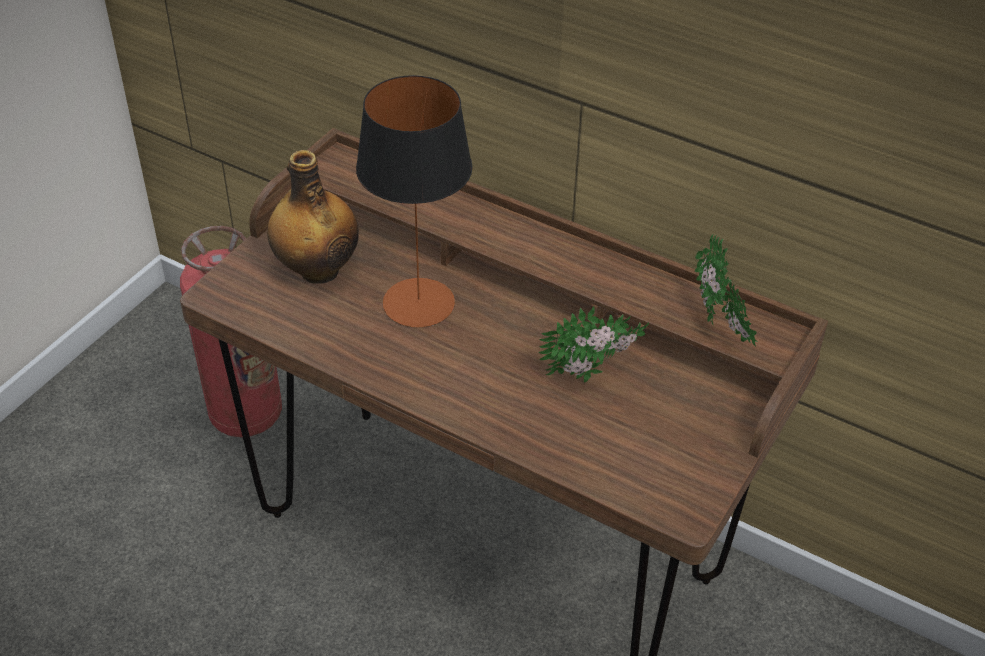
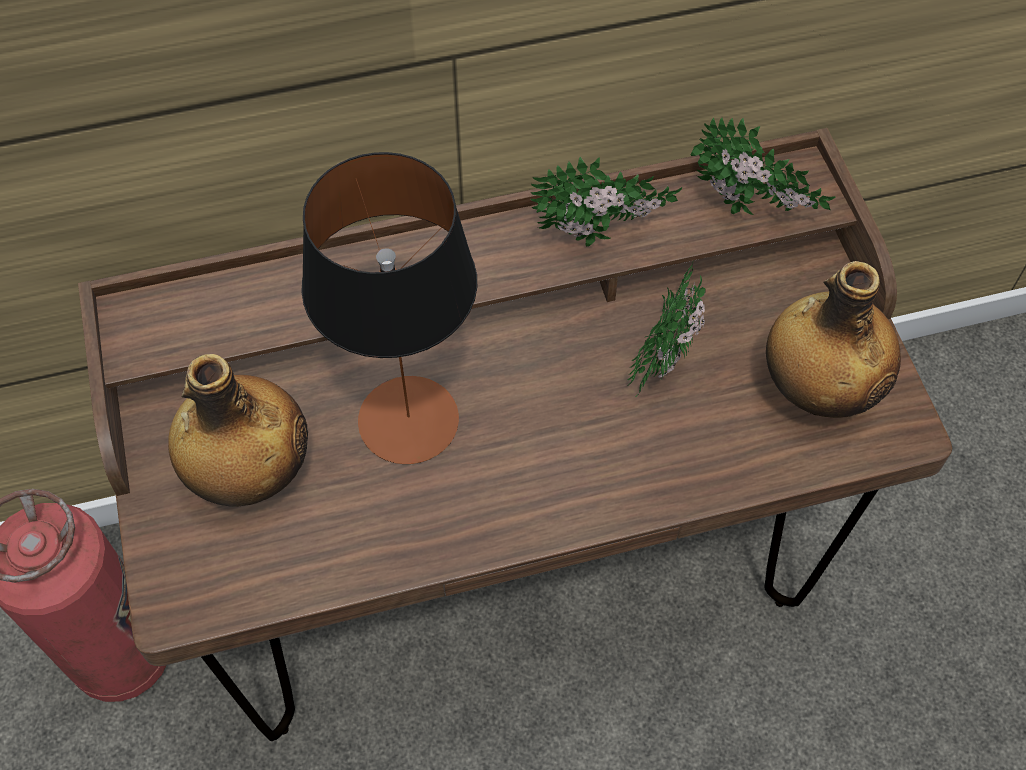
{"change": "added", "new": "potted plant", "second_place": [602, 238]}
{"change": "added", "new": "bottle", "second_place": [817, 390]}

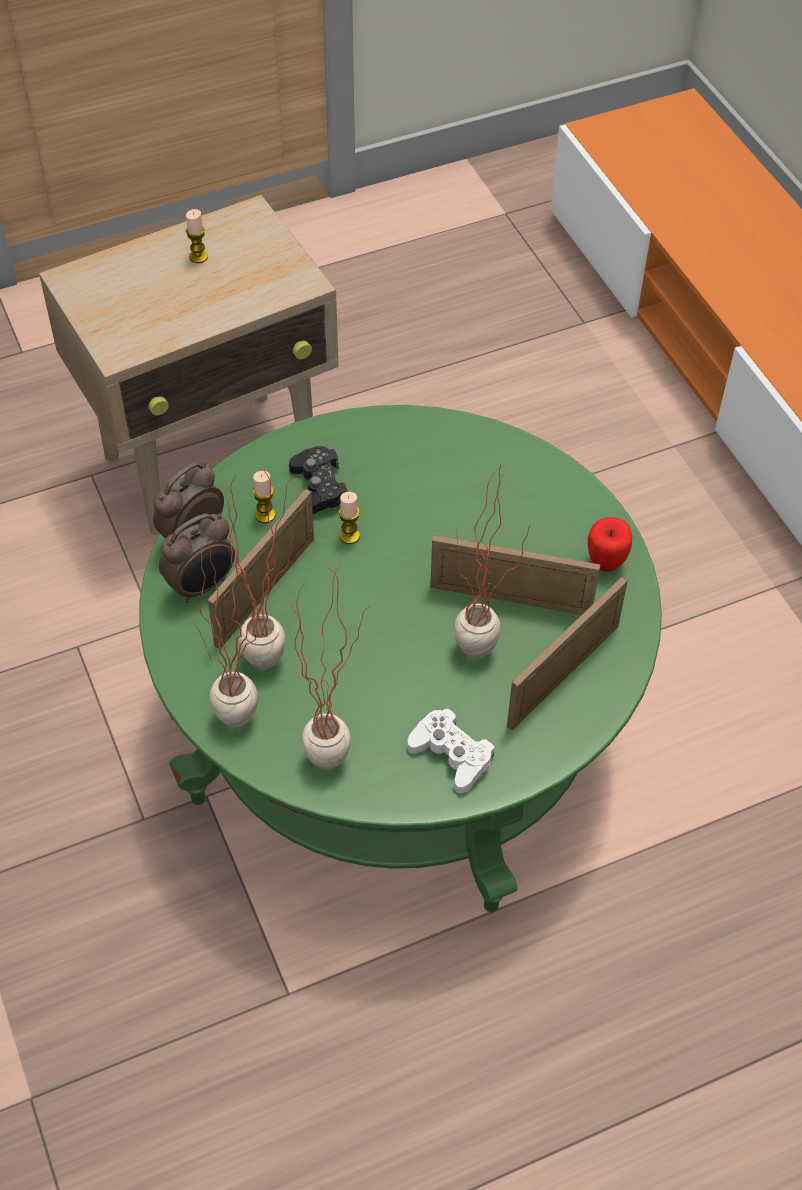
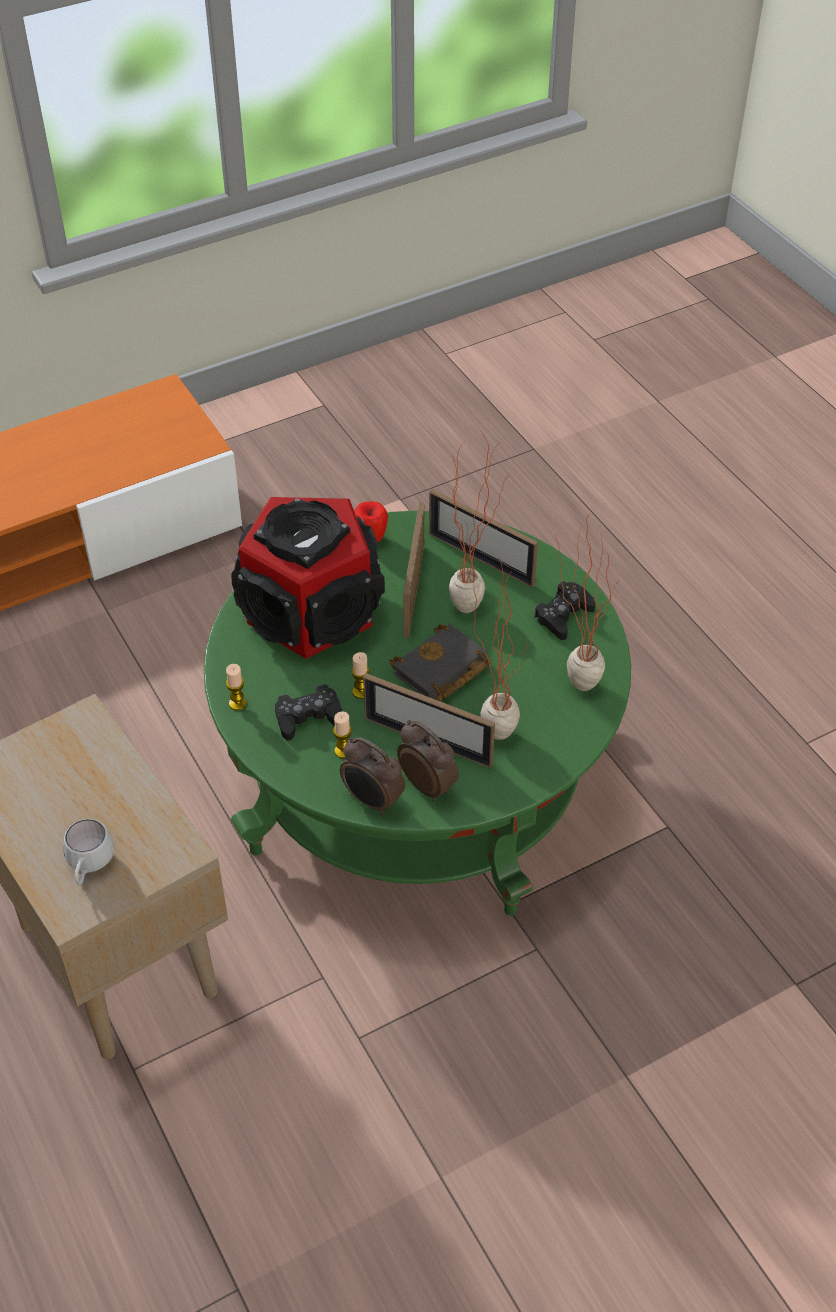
{"change": "removed", "old": "potted plant", "first_place": [251, 722]}
{"change": "added", "new": "mug/white", "second_place": [89, 867]}
{"change": "added", "new": "speaker", "second_place": [313, 612]}
{"change": "added", "new": "book/black", "second_place": [440, 671]}
{"change": "moved", "old": "candle", "first_place": [198, 257], "second_place": [237, 703]}
{"change": "recoloured", "old": "game controller/white", "new": "game controller/black", "first_place": [451, 755], "second_place": [563, 615]}

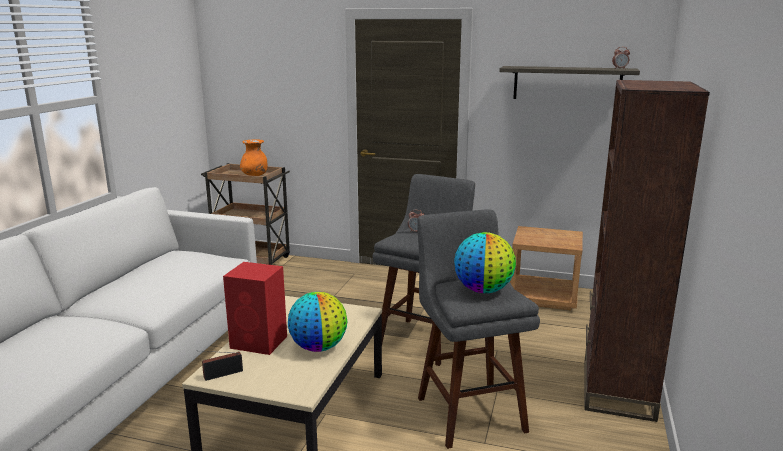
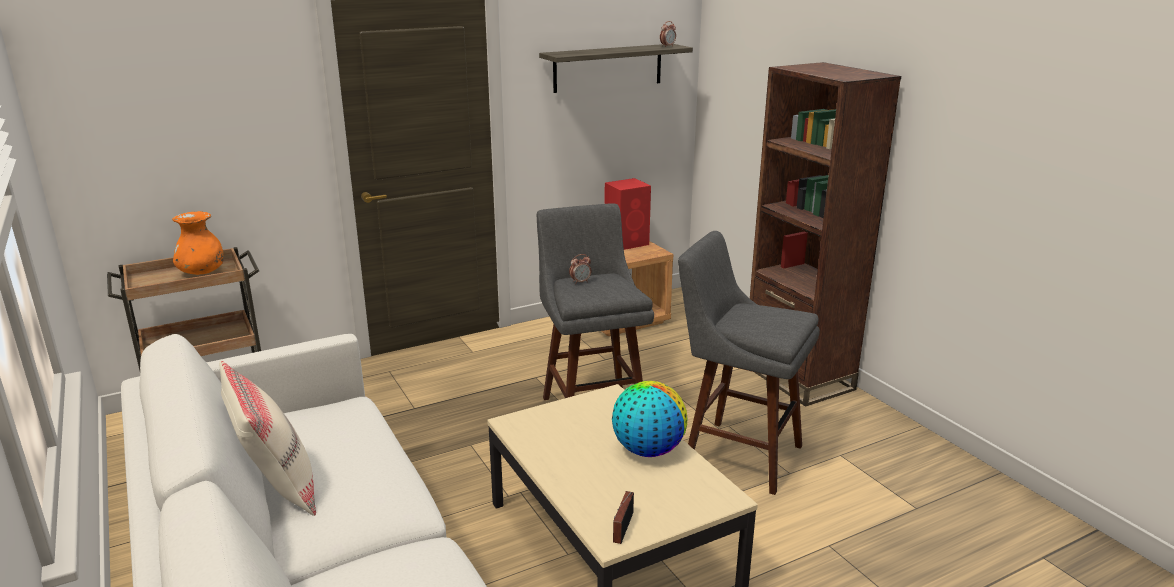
{"change": "removed", "old": "globe", "first_place": [483, 290]}
{"change": "added", "new": "pillow/beige", "second_place": [276, 487]}
{"change": "moved", "old": "speaker/red", "first_place": [260, 342], "second_place": [627, 243]}

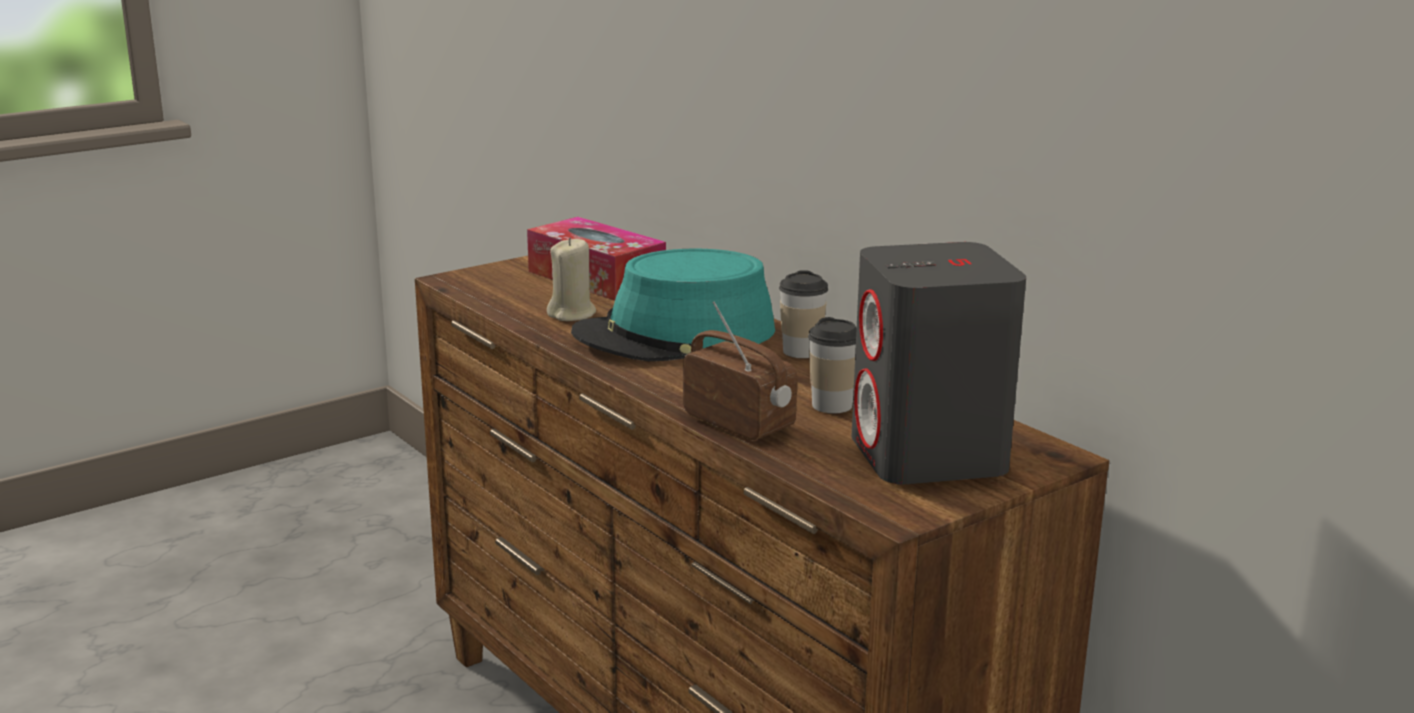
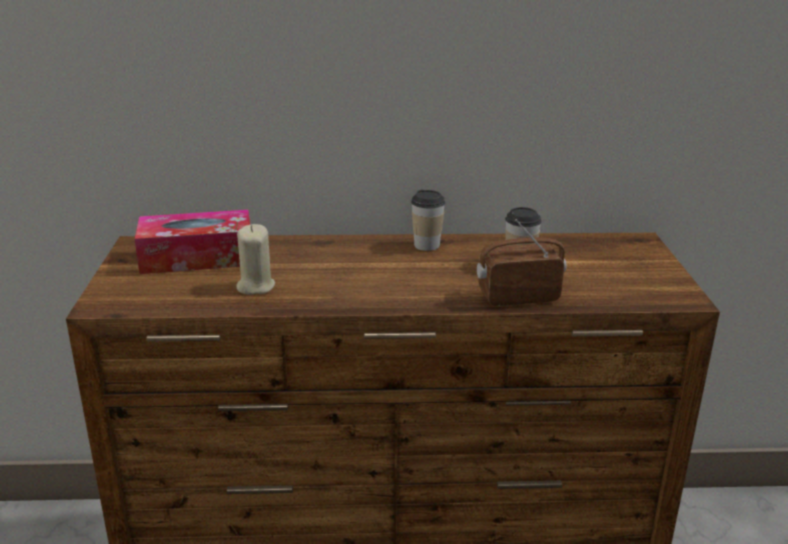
{"change": "removed", "old": "hat/turquoise", "first_place": [675, 335]}
{"change": "removed", "old": "speaker/grey", "first_place": [928, 456]}

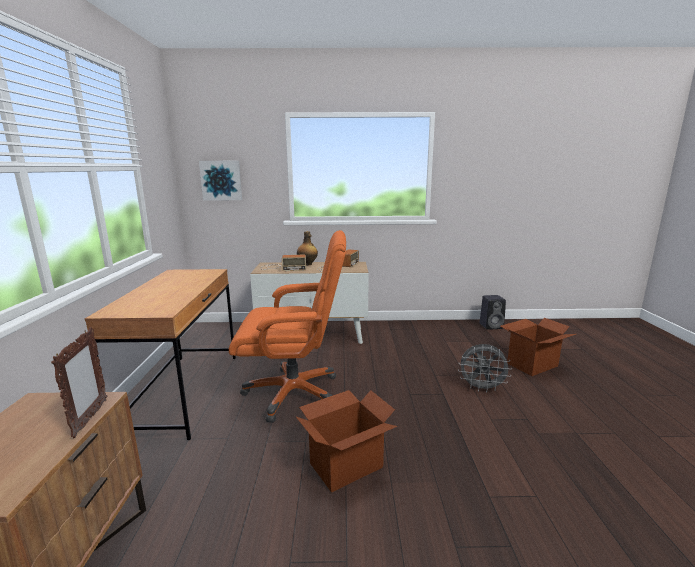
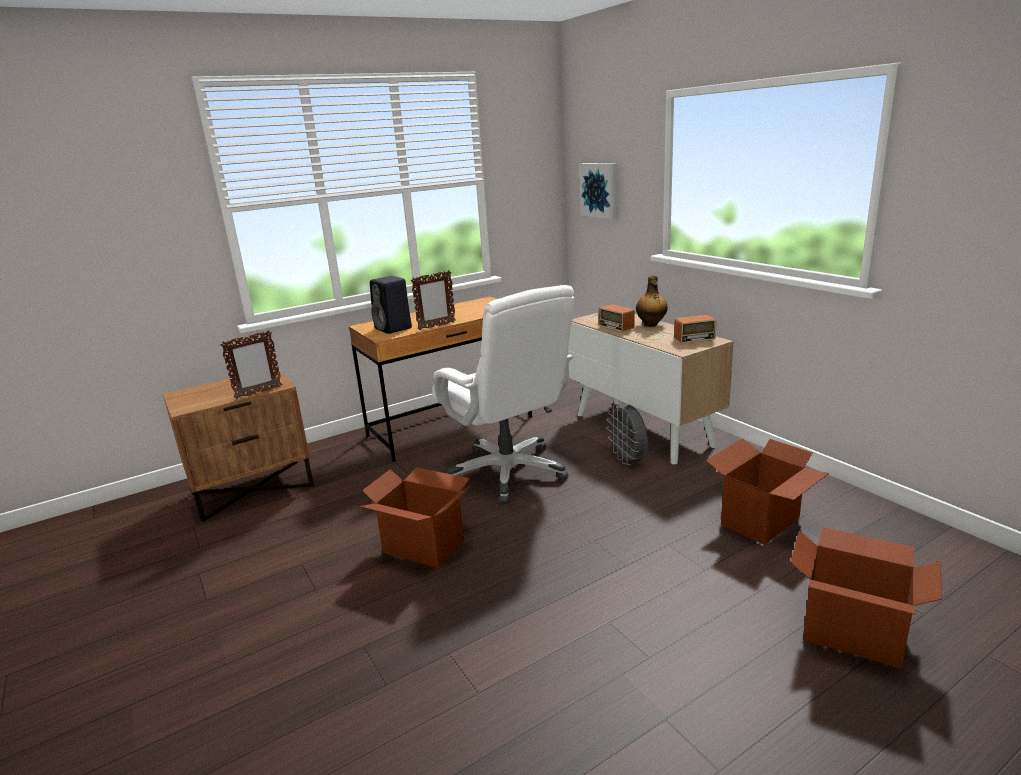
{"change": "added", "new": "picture frame", "second_place": [436, 326]}
{"change": "added", "new": "cardboard box", "second_place": [761, 521]}
{"change": "moved", "old": "fan/grey", "first_place": [481, 388], "second_place": [629, 460]}
{"change": "moved", "old": "speaker/black", "first_place": [491, 326], "second_place": [394, 328]}
{"change": "recoloured", "old": "office chair/orange", "new": "office chair/white", "first_place": [294, 393], "second_place": [508, 472]}

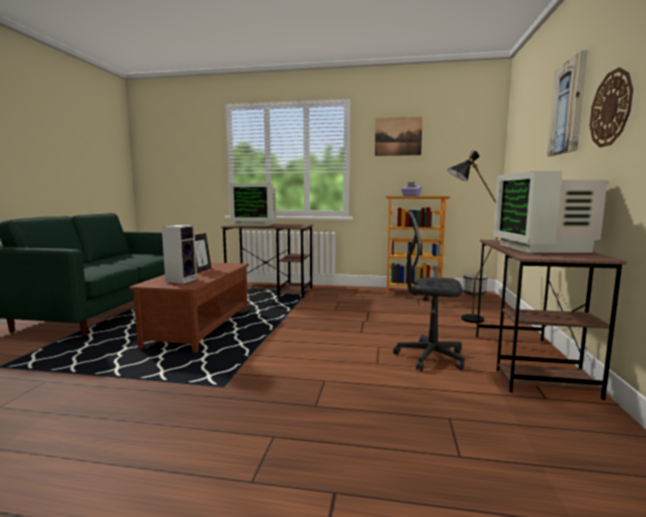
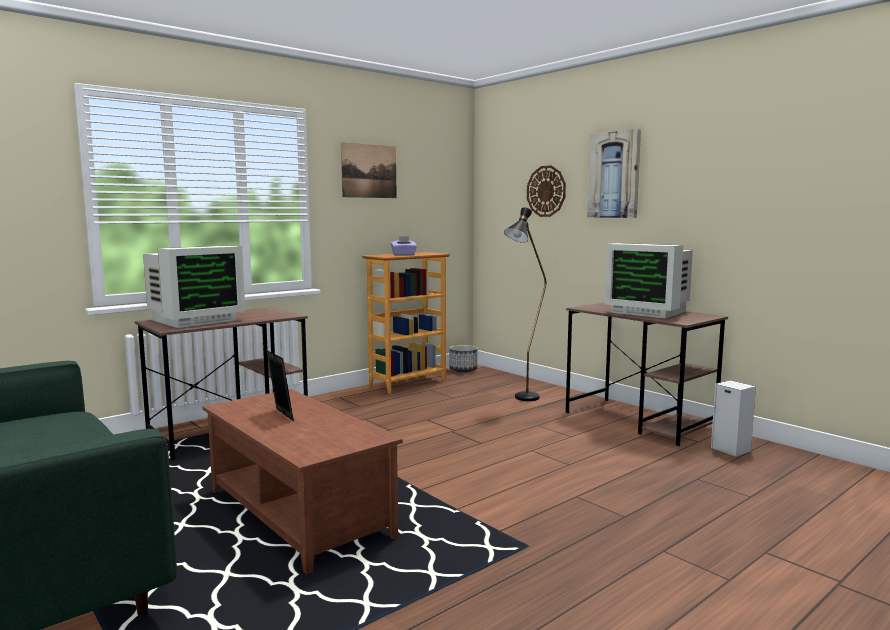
{"change": "removed", "old": "office chair/grey", "first_place": [430, 357]}
{"change": "moved", "old": "speaker", "first_place": [181, 280], "second_place": [728, 449]}
{"change": "moved", "old": "wall clock", "first_place": [611, 108], "second_place": [546, 191]}

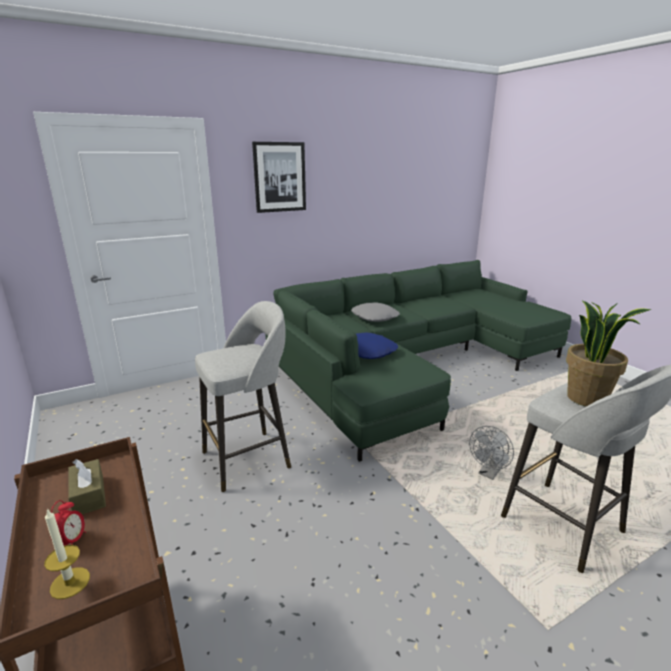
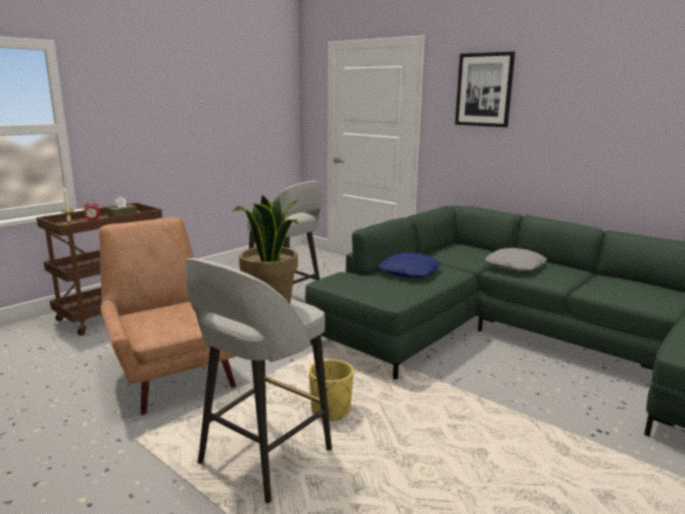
{"change": "added", "new": "armchair/brown", "second_place": [171, 373]}
{"change": "replaced", "old": "fan/grey", "new": "planter/yellow", "first_place": [489, 473], "second_place": [331, 410]}

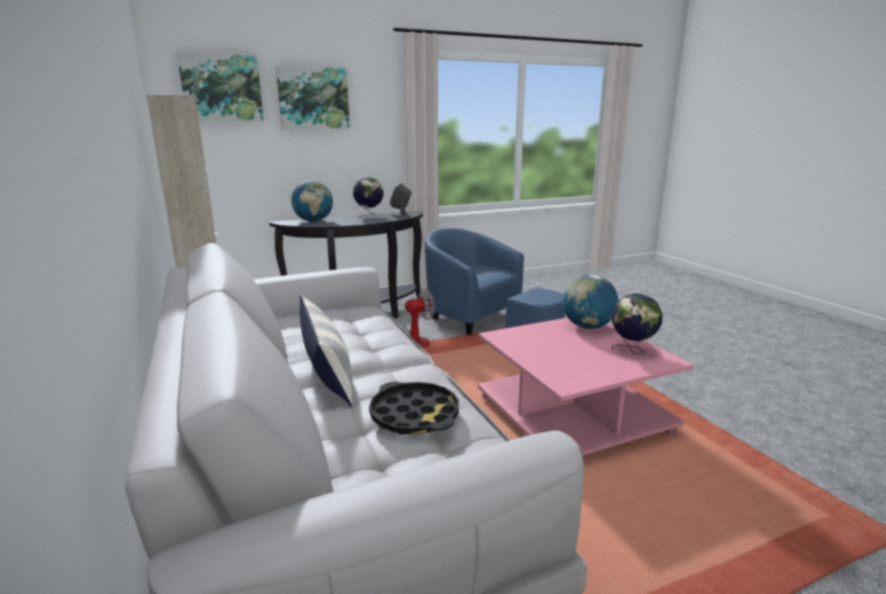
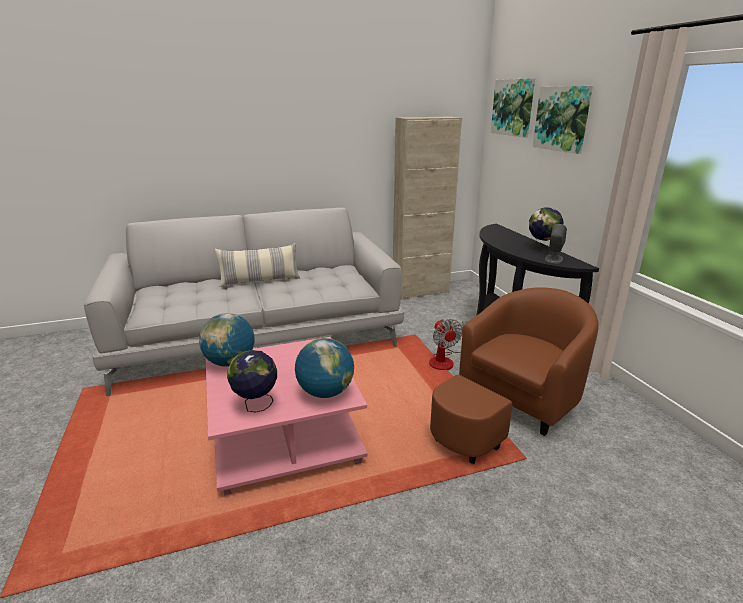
{"change": "removed", "old": "tray/black", "first_place": [414, 415]}
{"change": "moved", "old": "globe", "first_place": [313, 221], "second_place": [230, 362]}
{"change": "recoloured", "old": "armchair/blue", "new": "armchair/brown", "first_place": [484, 322], "second_place": [510, 409]}

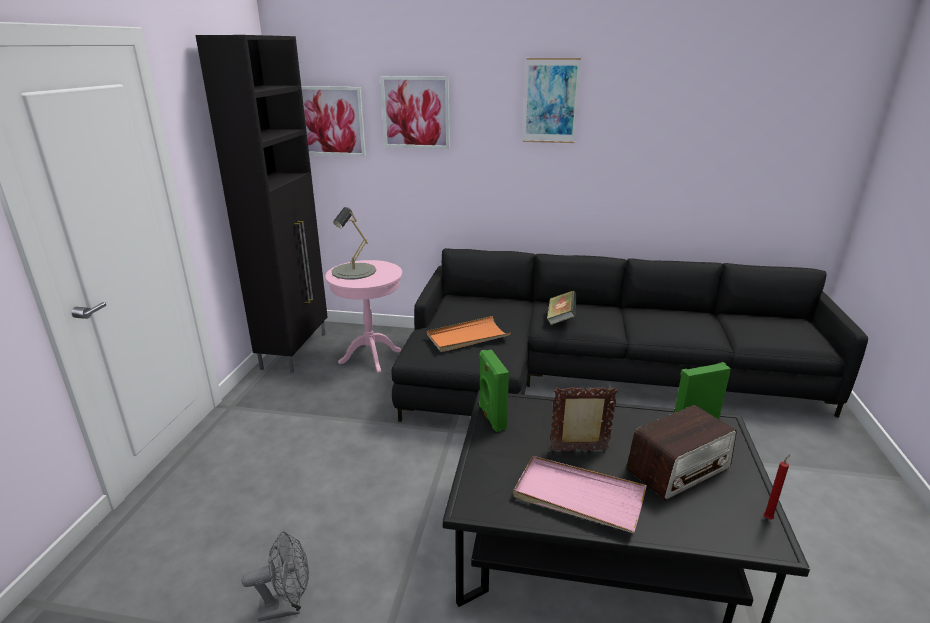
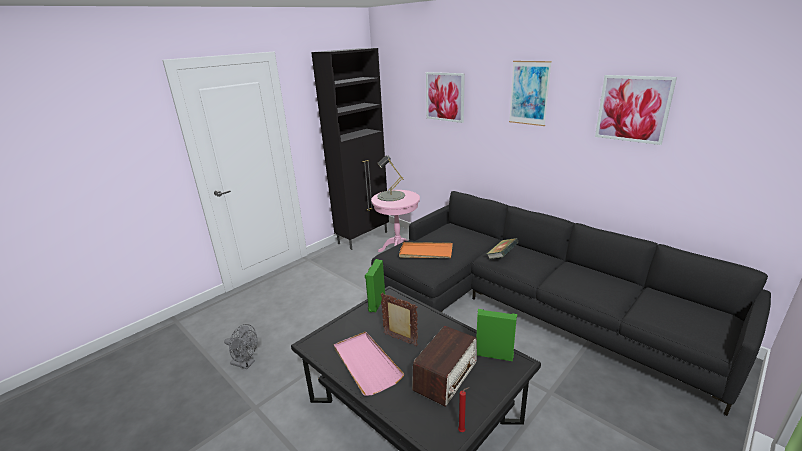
{"change": "moved", "old": "picture", "first_place": [332, 121], "second_place": [633, 109]}
{"change": "turned", "old": "radio", "first_place": [678, 468], "second_place": [446, 376], "degrees": -60}

